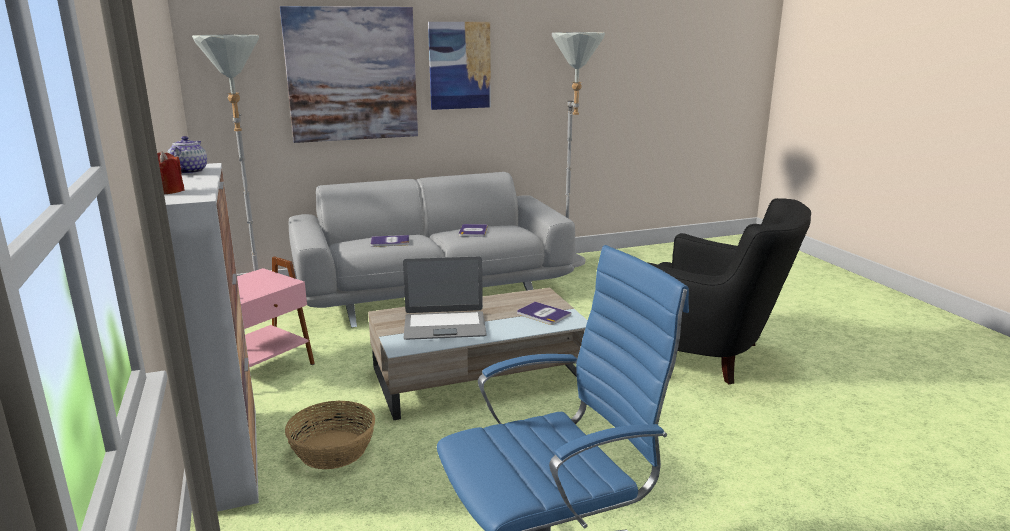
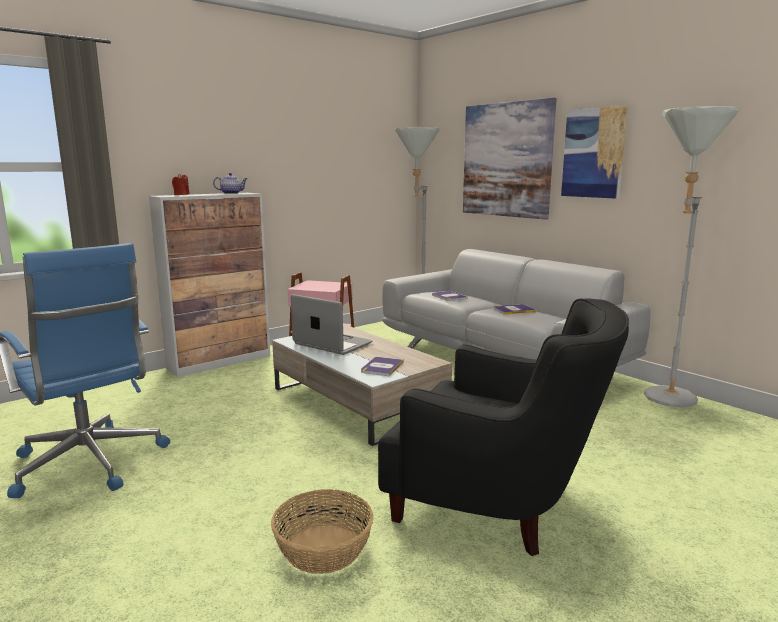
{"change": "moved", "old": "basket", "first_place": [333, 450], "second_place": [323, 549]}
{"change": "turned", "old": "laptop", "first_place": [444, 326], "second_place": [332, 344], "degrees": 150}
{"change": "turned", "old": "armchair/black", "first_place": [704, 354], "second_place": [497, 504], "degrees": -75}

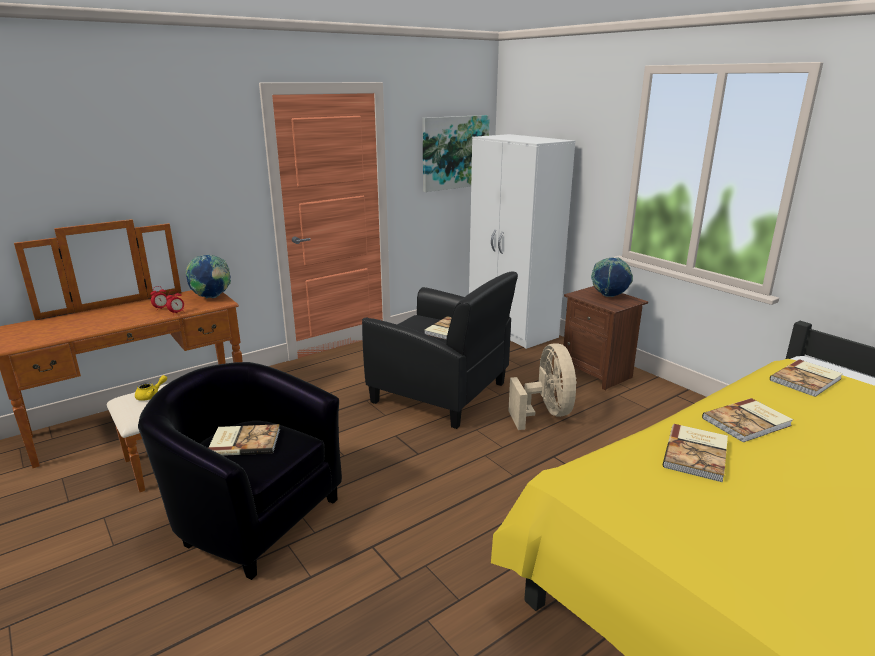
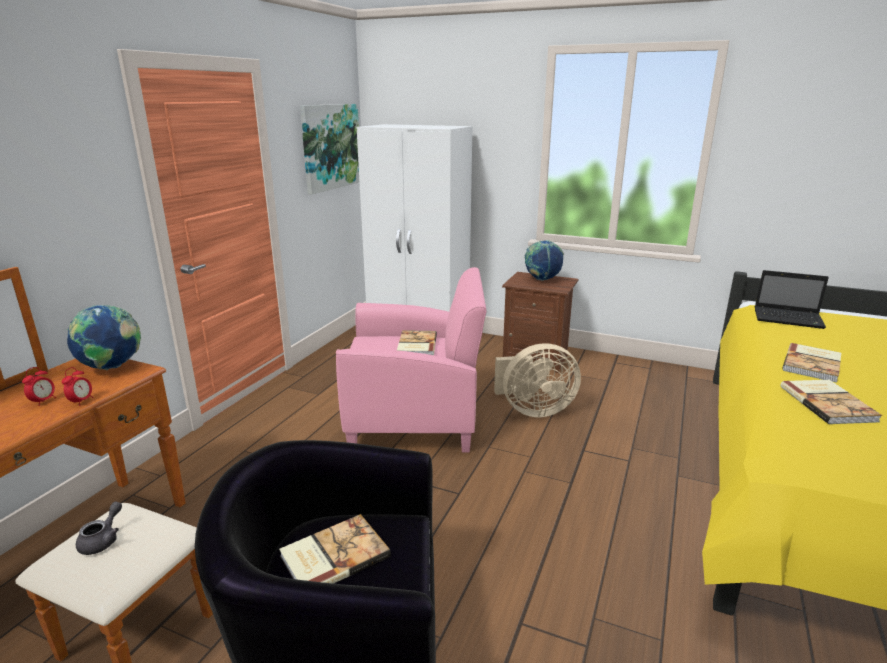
{"change": "replaced", "old": "book", "new": "laptop", "first_place": [807, 380], "second_place": [789, 319]}
{"change": "recoloured", "old": "teapot/yellow", "new": "teapot/grey", "first_place": [151, 395], "second_place": [103, 540]}
{"change": "recoloured", "old": "armchair/black", "new": "armchair/pink", "first_place": [440, 393], "second_place": [415, 419]}
{"change": "turned", "old": "fan/beige", "first_place": [545, 413], "second_place": [533, 410], "degrees": 120}

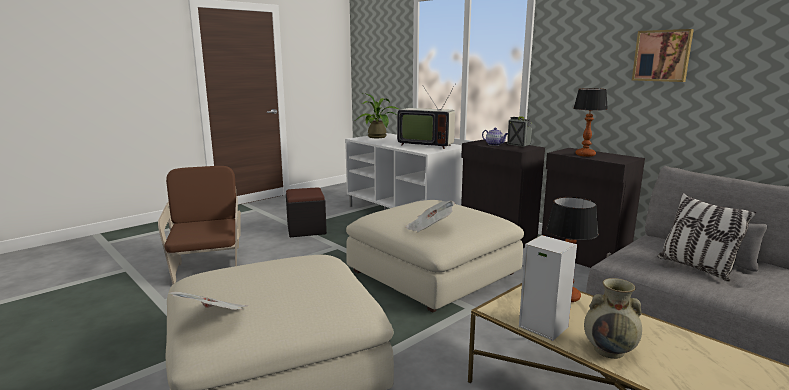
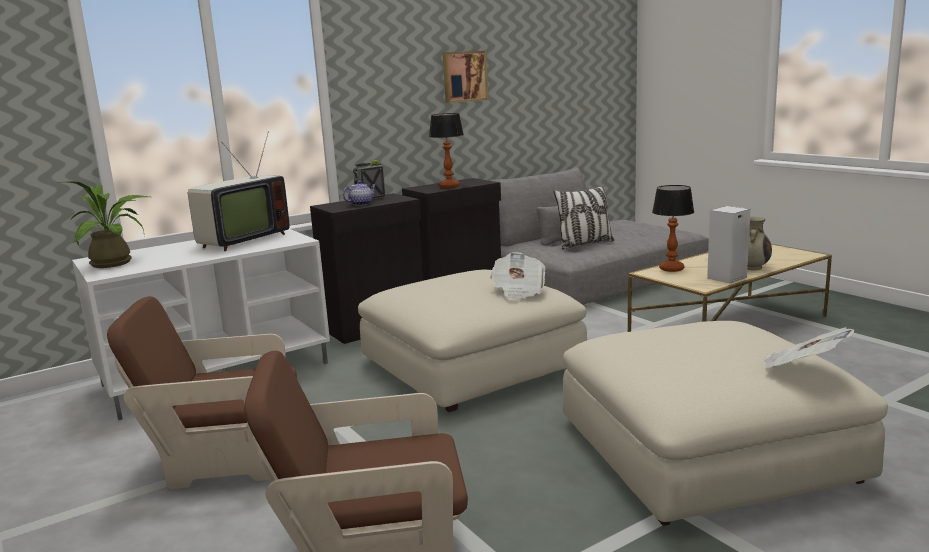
{"change": "replaced", "old": "ottoman/black", "new": "armchair/brown", "first_place": [306, 230], "second_place": [225, 459]}

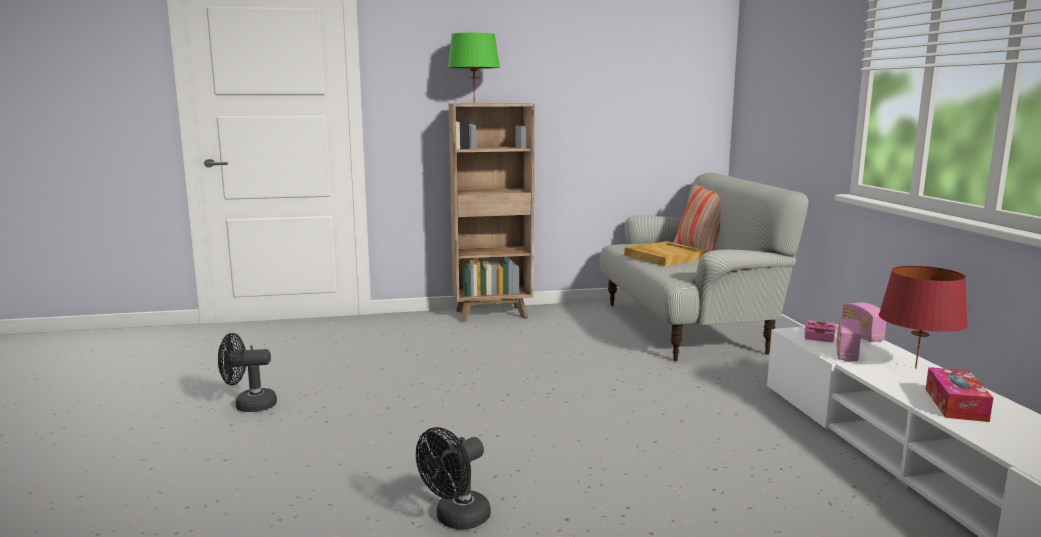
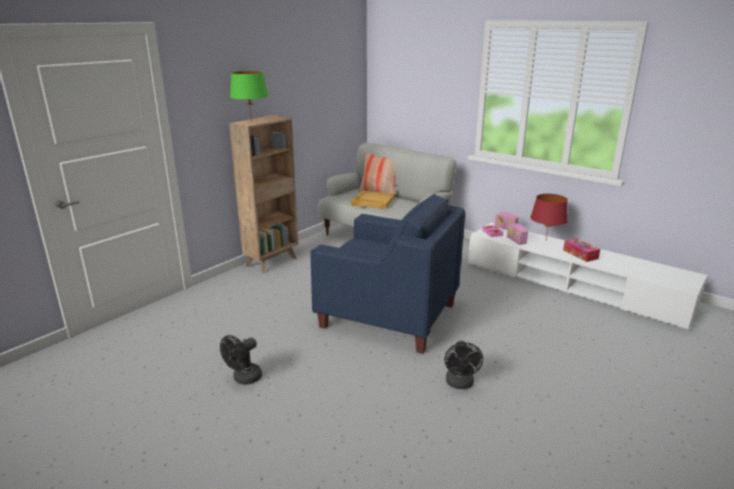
{"change": "added", "new": "armchair/blue", "second_place": [388, 316]}

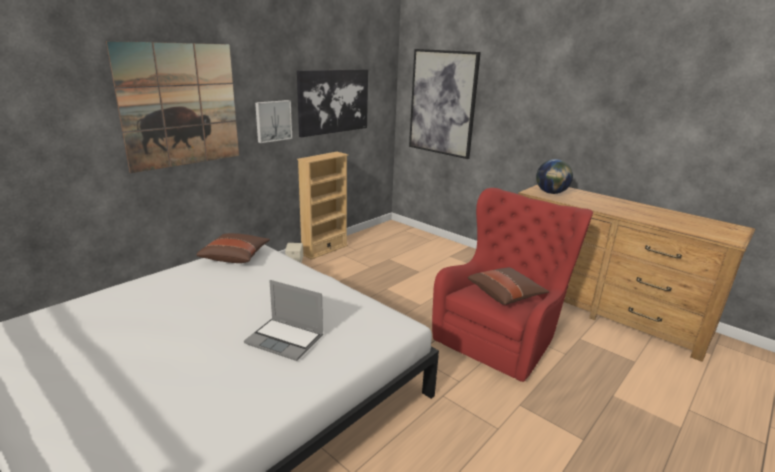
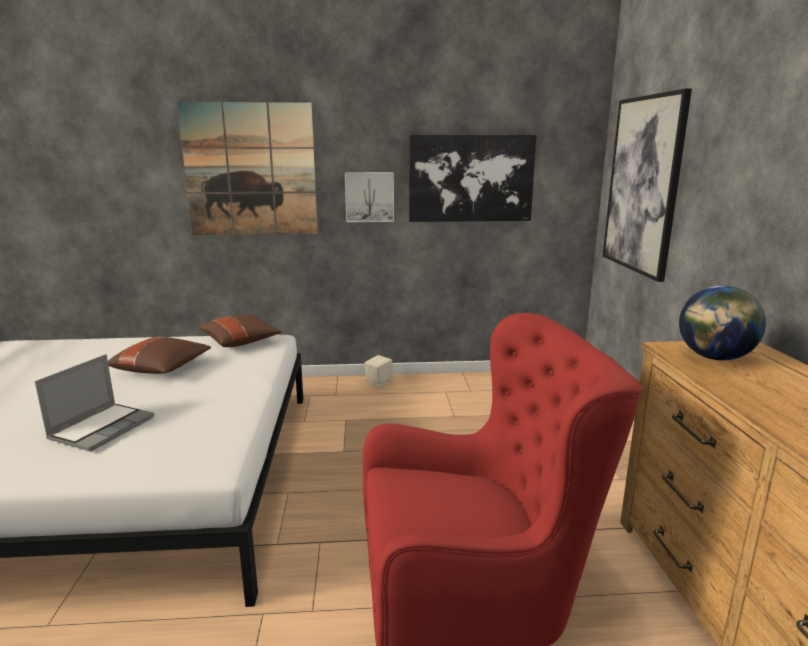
{"change": "removed", "old": "bookcase/beige", "first_place": [324, 250]}
{"change": "moved", "old": "pillow/brown", "first_place": [506, 295], "second_place": [162, 369]}
{"change": "turned", "old": "laptop", "first_place": [286, 340], "second_place": [102, 428], "degrees": -135}

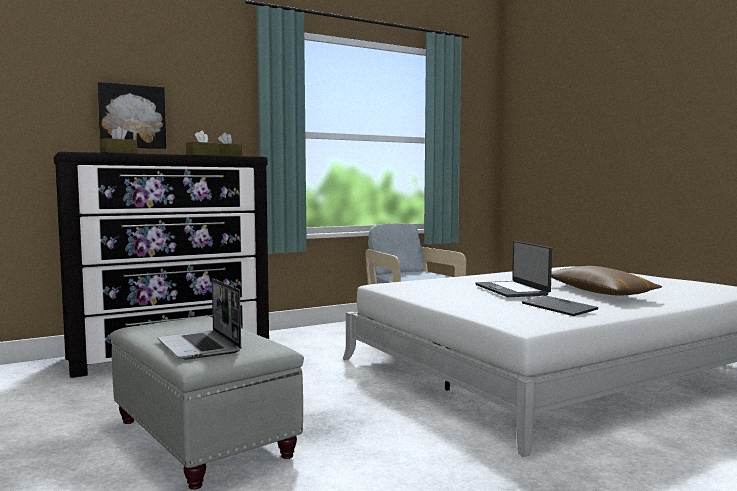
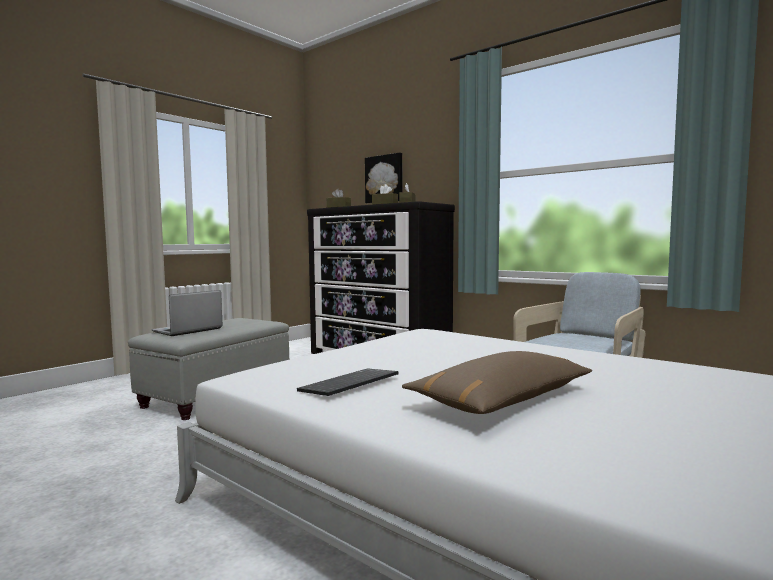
{"change": "removed", "old": "laptop", "first_place": [512, 290]}

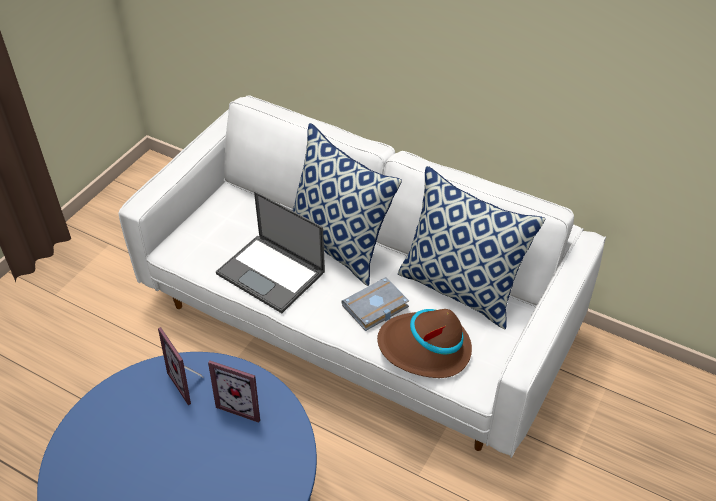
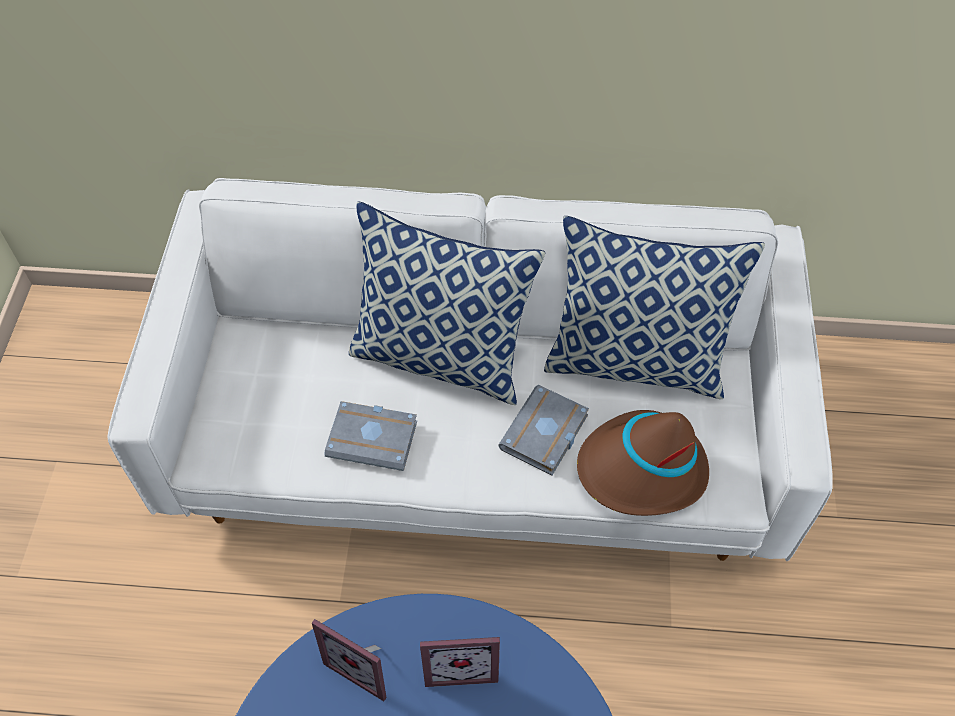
{"change": "replaced", "old": "laptop", "new": "book/grey", "first_place": [272, 273], "second_place": [374, 438]}

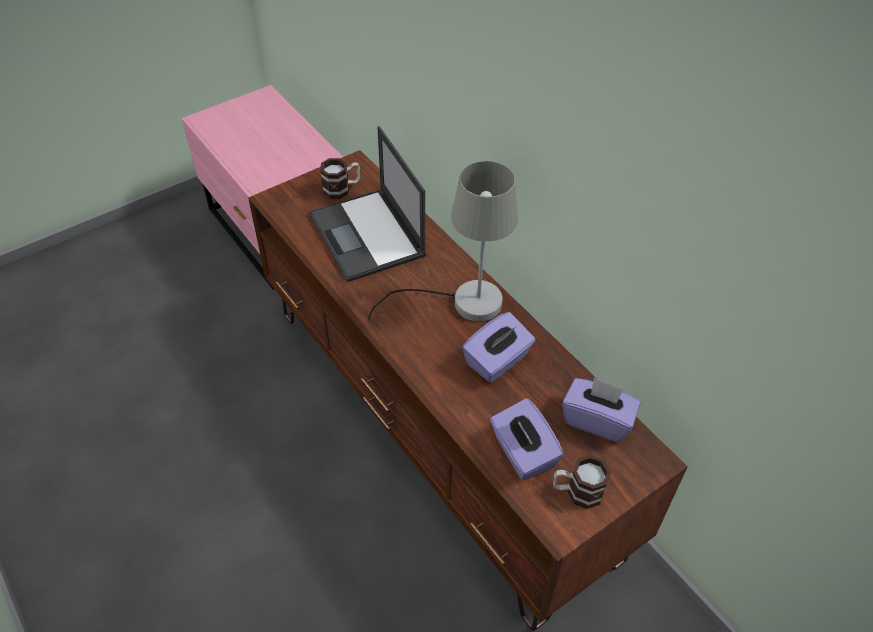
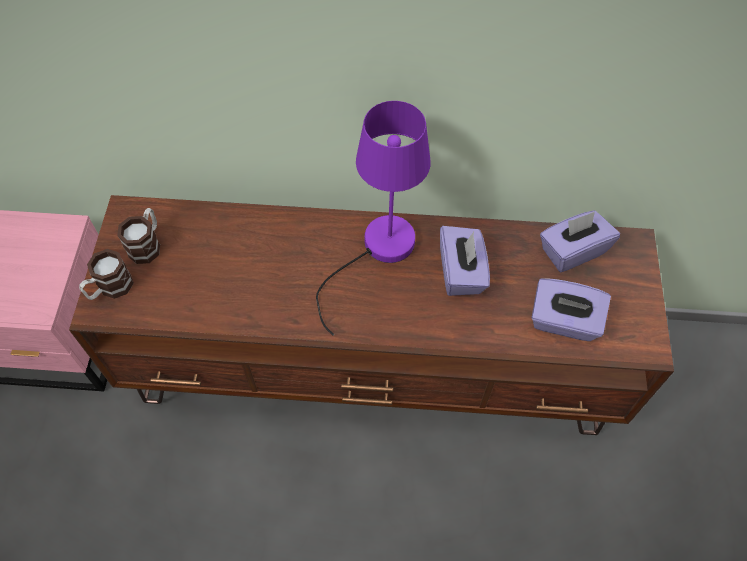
{"change": "removed", "old": "laptop", "first_place": [367, 236]}
{"change": "moved", "old": "mug", "first_place": [577, 492], "second_place": [110, 288]}
{"change": "recoloured", "old": "table lamp/grey", "new": "table lamp/purple", "first_place": [462, 303], "second_place": [378, 252]}

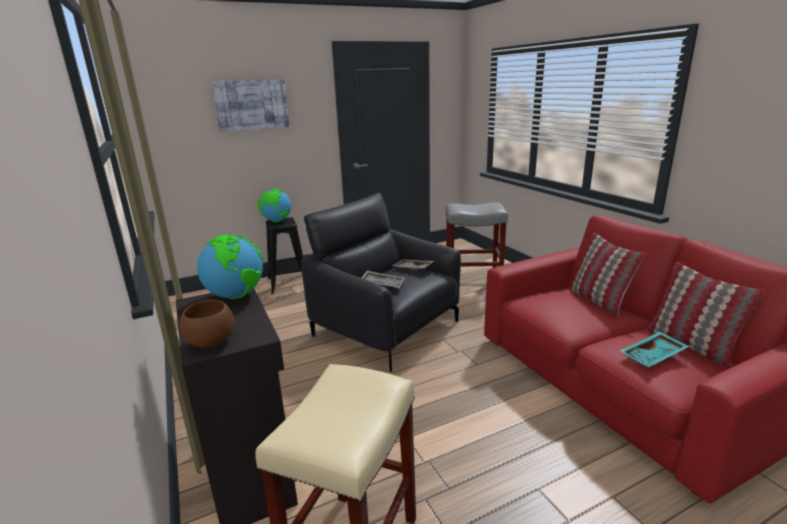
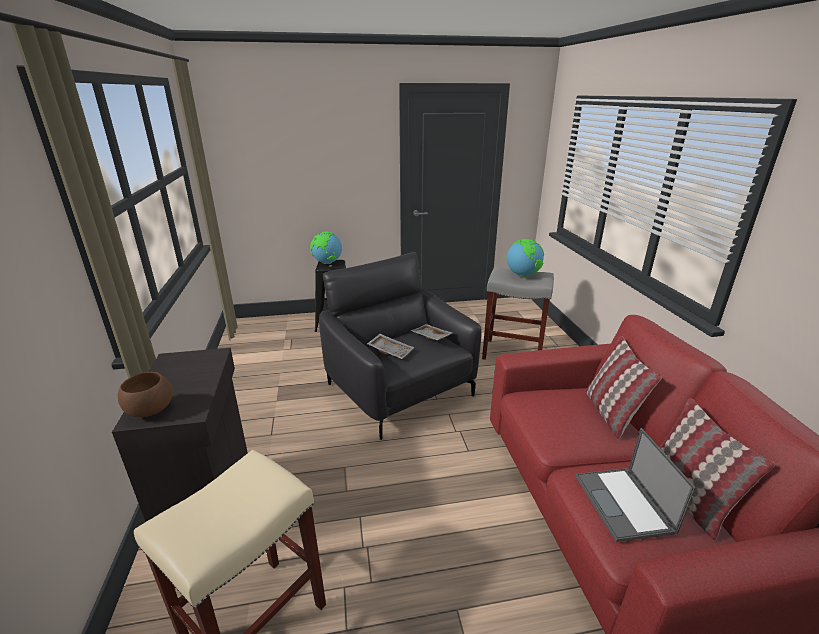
{"change": "removed", "old": "picture", "first_place": [252, 105]}
{"change": "moved", "old": "globe", "first_place": [236, 296], "second_place": [523, 275]}
{"change": "replaced", "old": "tray/turquoise", "new": "laptop", "first_place": [653, 356], "second_place": [624, 504]}

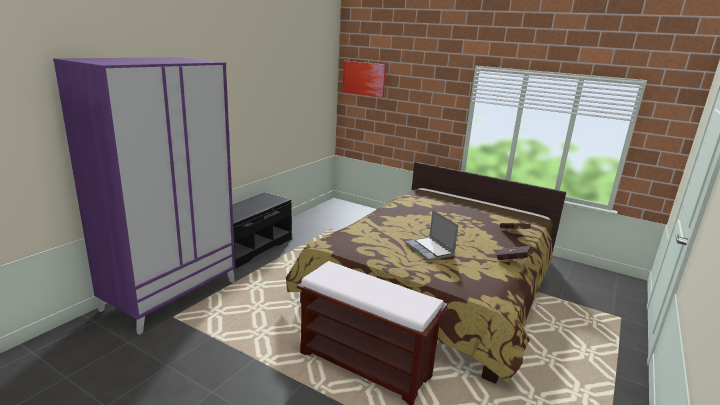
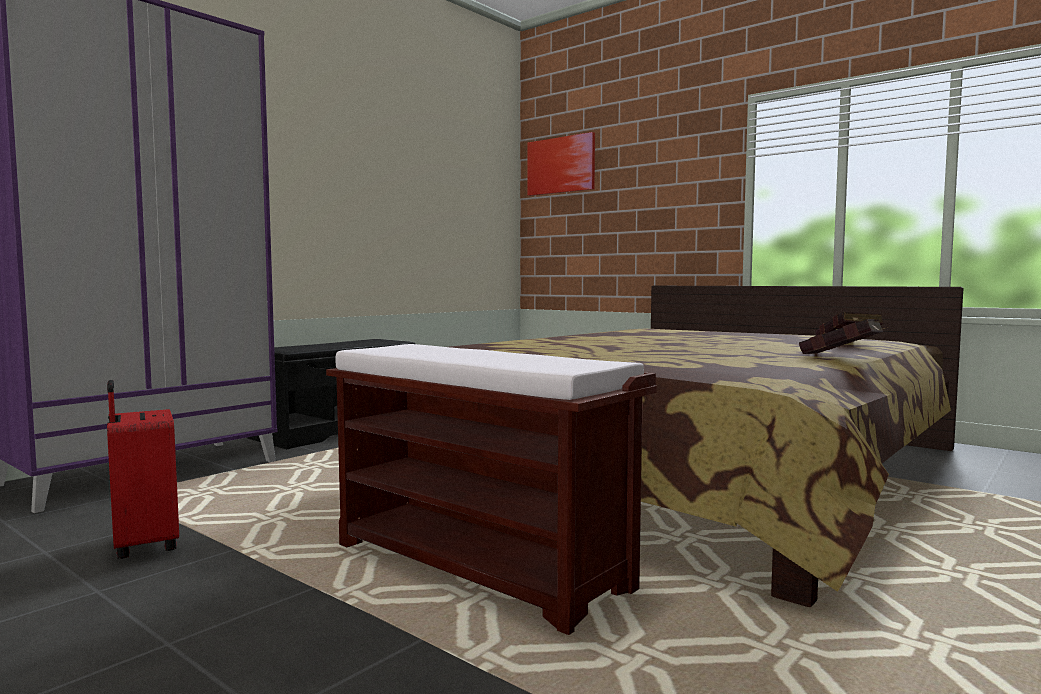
{"change": "removed", "old": "laptop", "first_place": [430, 250]}
{"change": "added", "new": "suitcase/red", "second_place": [144, 545]}

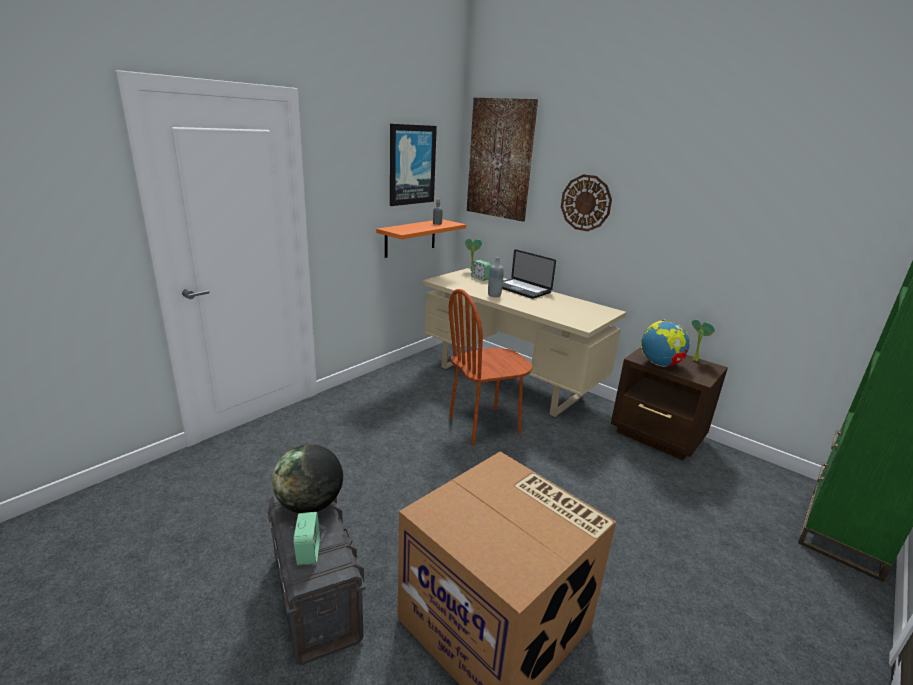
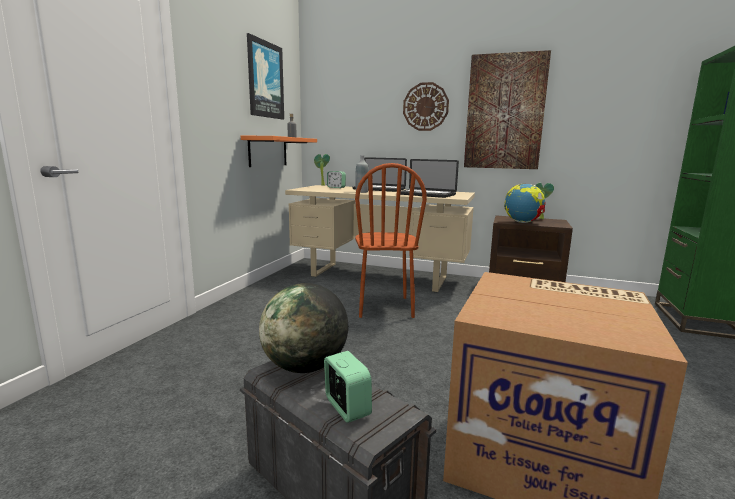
{"change": "added", "new": "laptop", "second_place": [426, 194]}
{"change": "moved", "old": "picture", "first_place": [500, 159], "second_place": [504, 112]}
{"change": "turned", "old": "chair/brown", "first_place": [484, 425], "second_place": [384, 307], "degrees": -45}

